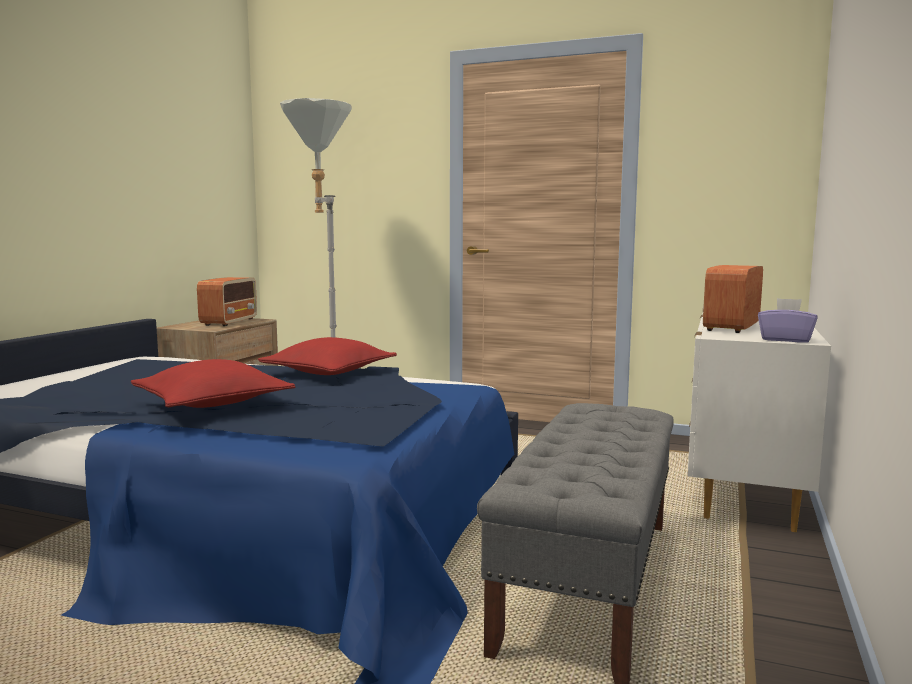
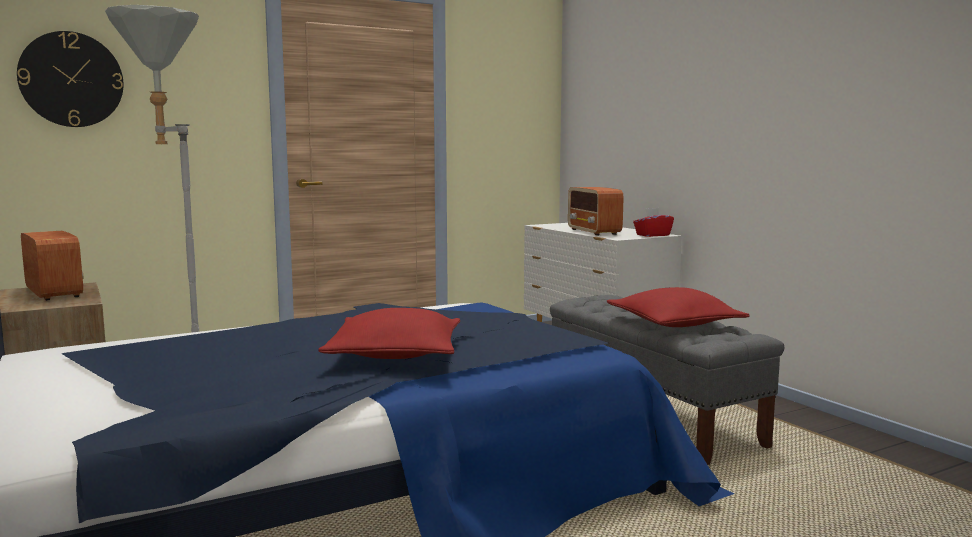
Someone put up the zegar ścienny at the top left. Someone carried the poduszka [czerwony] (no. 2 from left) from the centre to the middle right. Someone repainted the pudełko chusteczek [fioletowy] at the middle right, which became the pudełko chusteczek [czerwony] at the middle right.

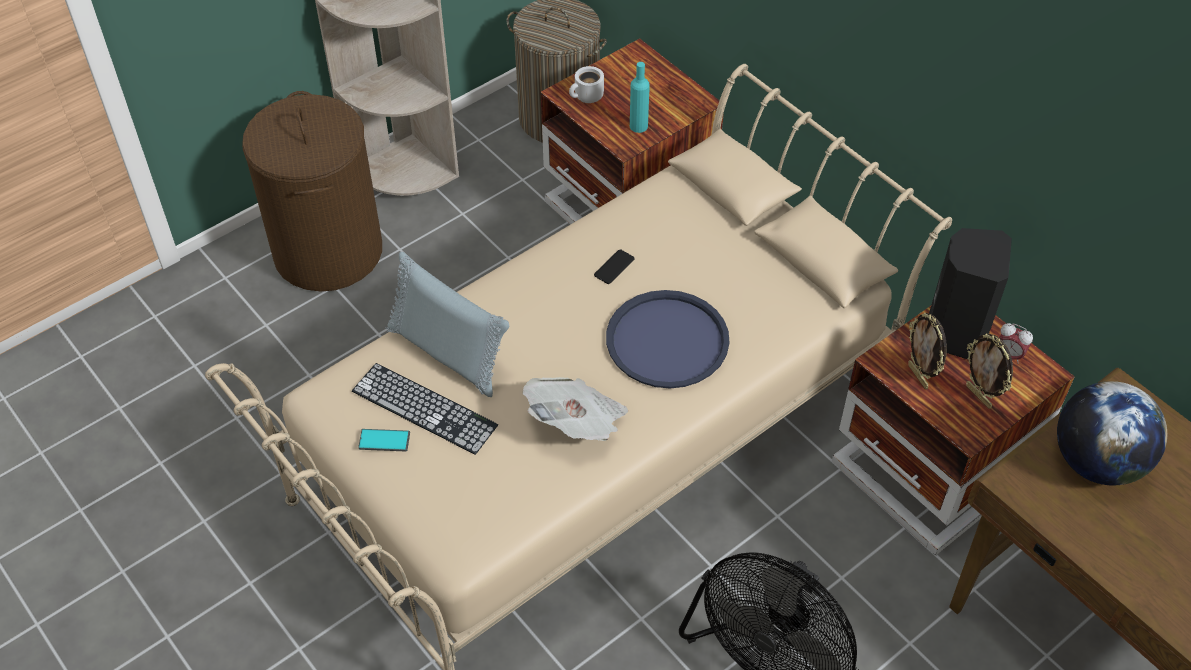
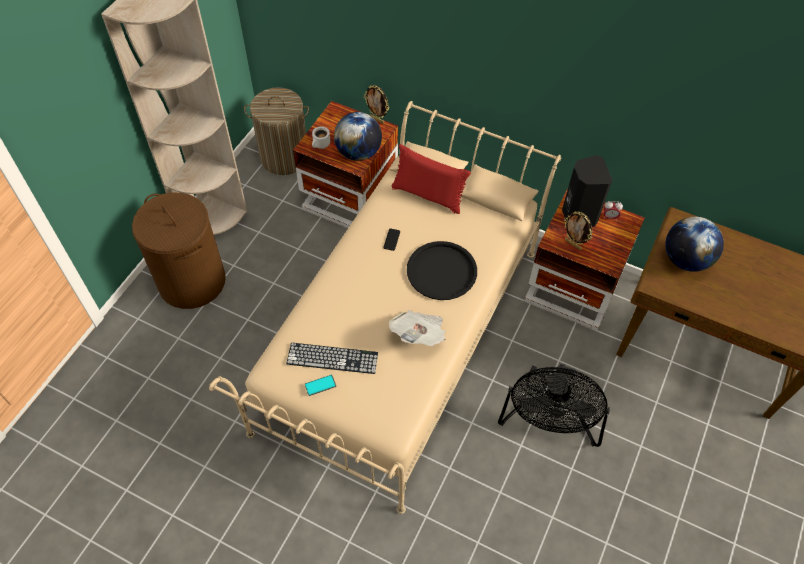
Someone took away the poduszka [niebieski] at the centre. Someone put down the poduszka [czerwony] at the top centre. Someone carried the ramka na zdjęcie (no. 2 from left in the first image) from the middle right to the top centre. Someone swapped the butelka [turkusowy] at the top centre for the globus (no. 1 from left) at the top centre. Someone repainted the taca [niebieski] at the centre, which became the taca [czarny] at the centre.

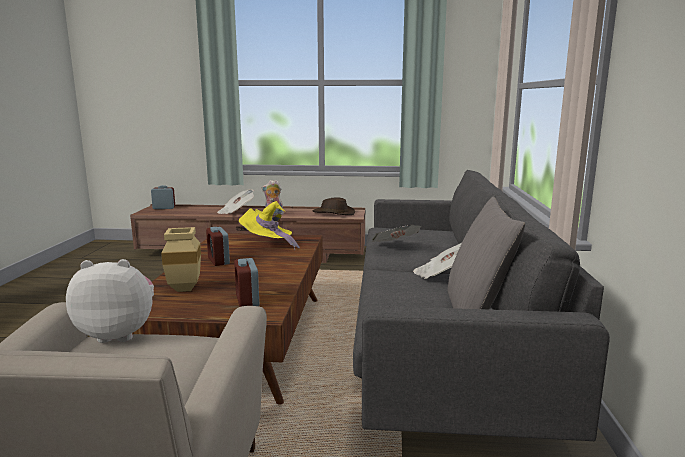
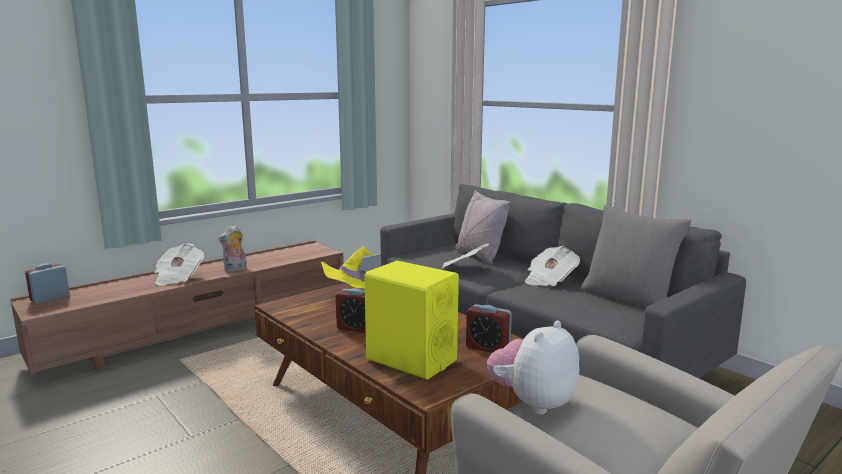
Someone took away the kapelusz [brązowy] at the centre. Someone put down the poduszka [fioletowy] at the centre. Someone swapped the wazon [beżowy] at the middle left for the głośnik [żółty] at the bottom centre.

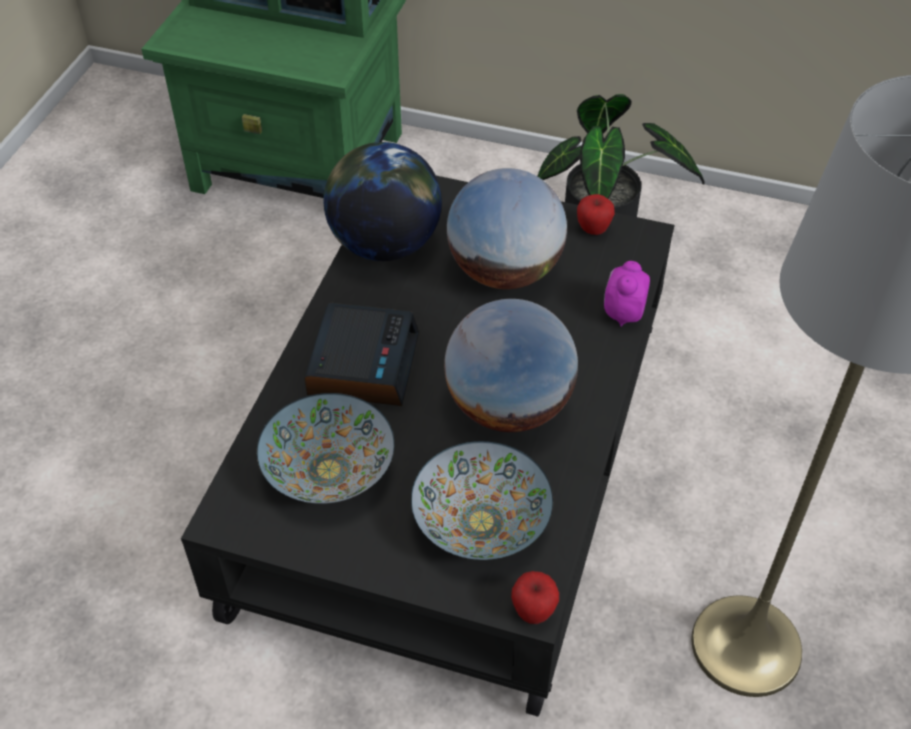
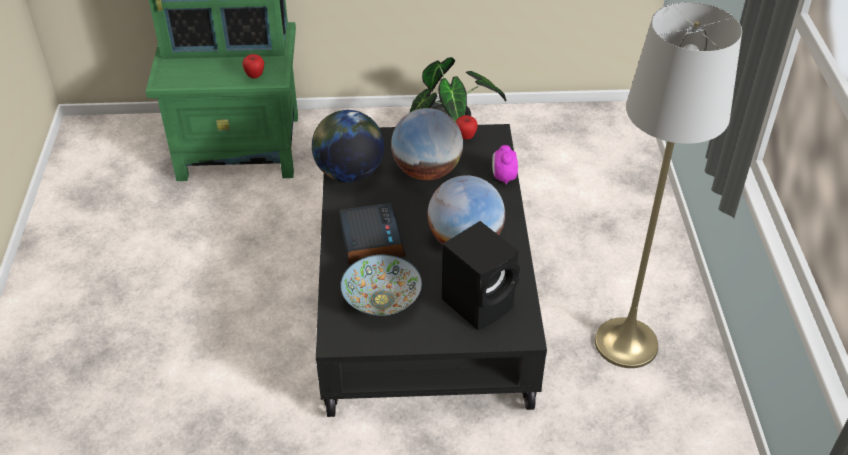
Someone carried the jabłko (no. 1 from left) from the bottom centre to the top left. Someone swapped the miska (no. 2 from left) at the bottom centre for the głośnik [czarny] at the centre.

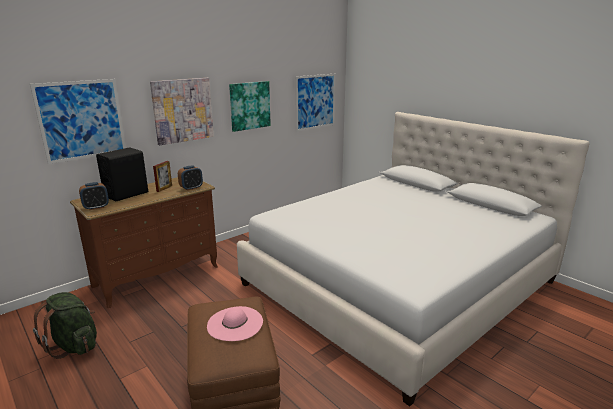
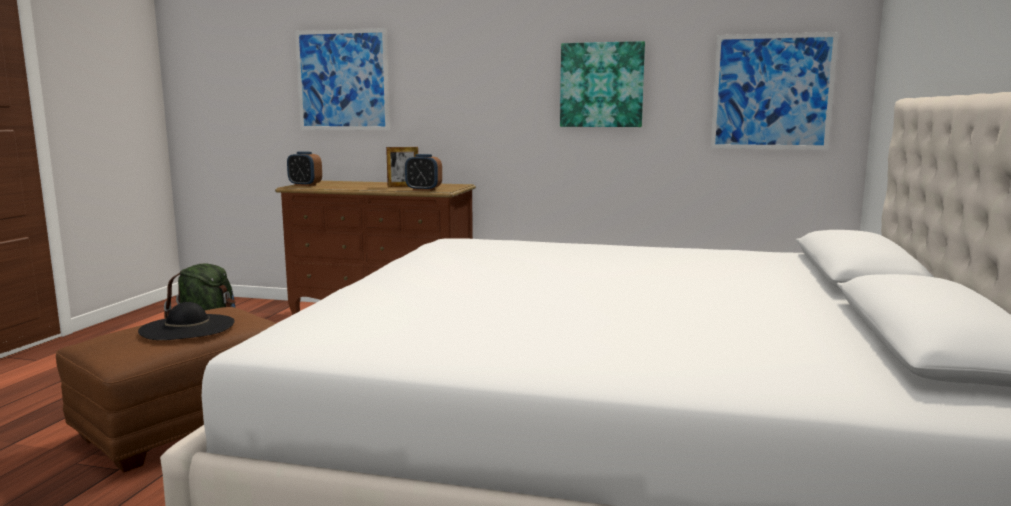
Someone took away the głośnik [czarny] at the middle left. Someone took away the obraz (no. 2 from left) at the top left. Someone repainted the kapelusz [różowy] at the bottom centre, which became the kapelusz [czarny] at the middle left.

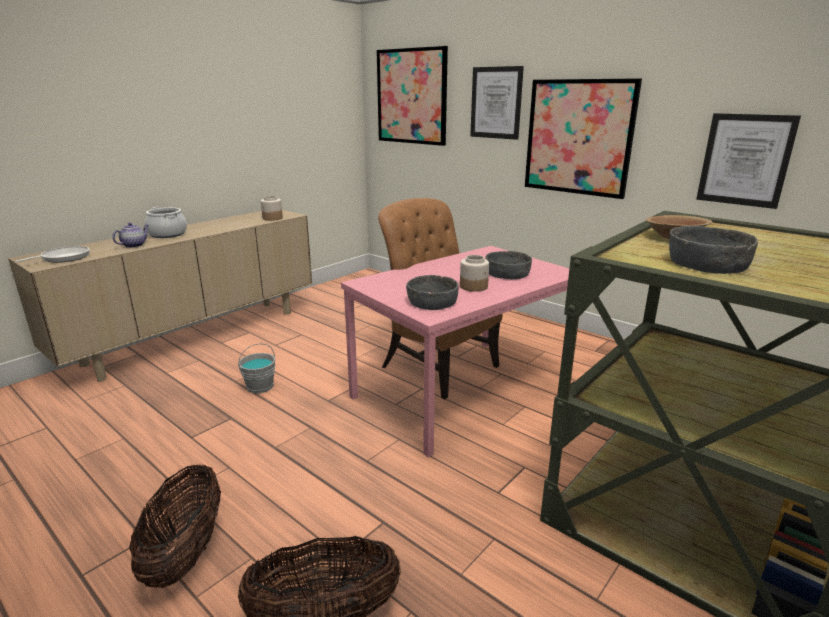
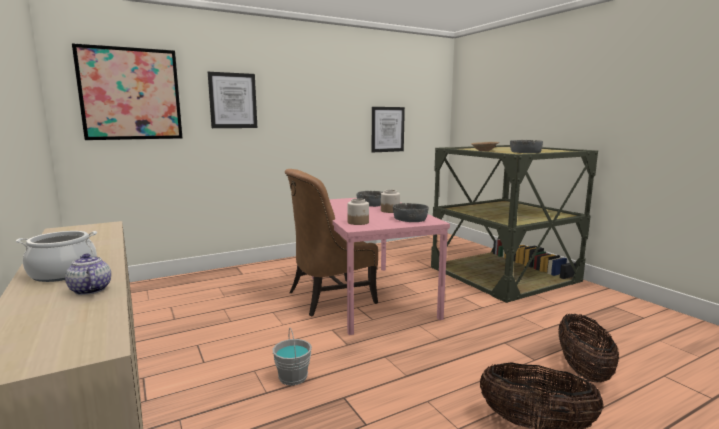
Someone took away the patelnia at the middle left. Someone took away the obraz (no. 3 from left) at the top right. Someone carried the słoik (no. 1 from left) from the middle left to the centre.

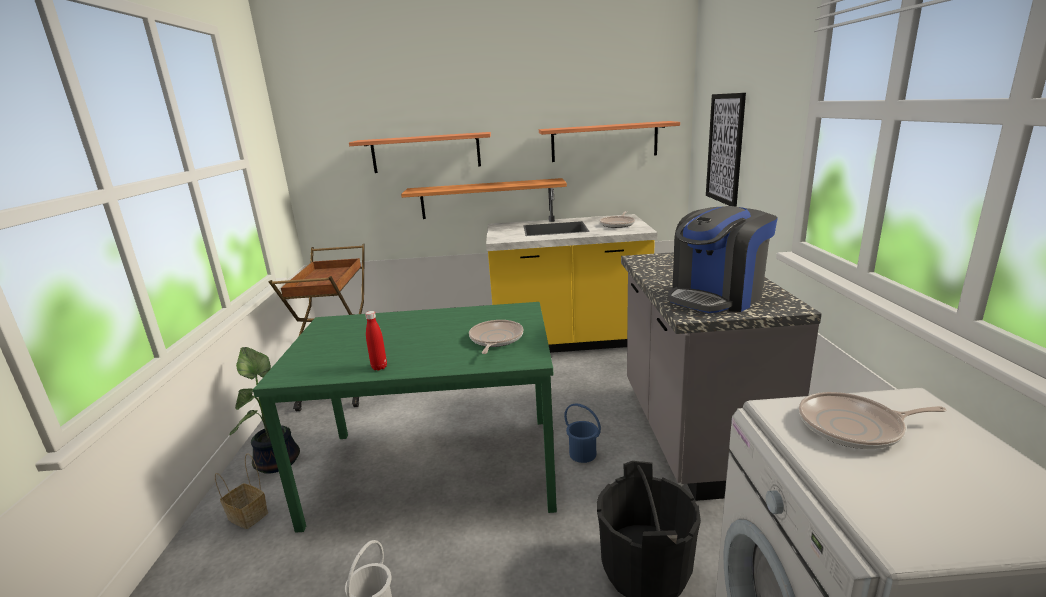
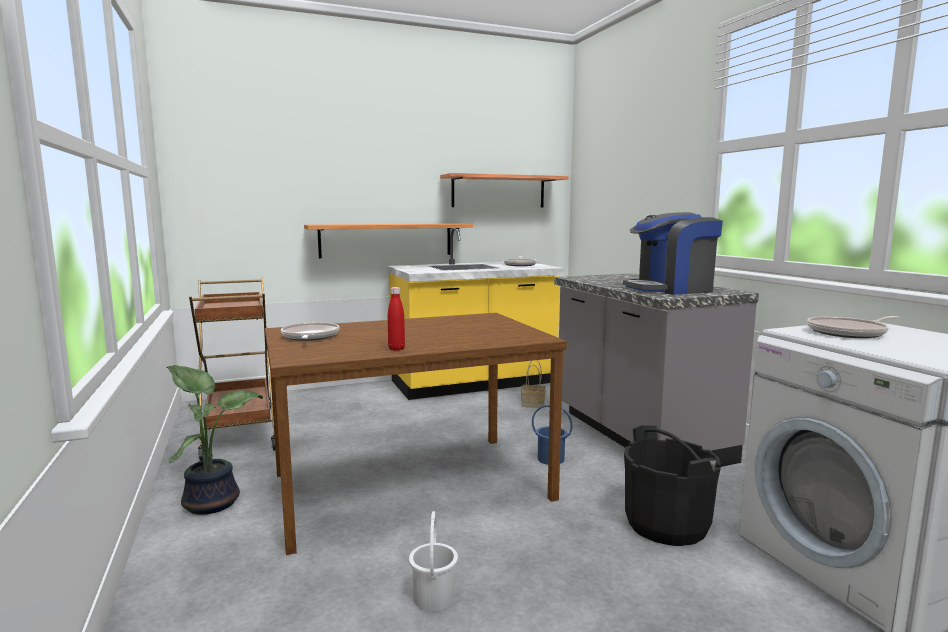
Someone took away the półka (no. 1 from left) at the top centre. Someone took away the obraz at the top right. Someone carried the koszyk from the bottom left to the centre. Someone carried the patelnia (no. 1 from left) from the centre to the middle left. Someone repainted the stół jadalny [zielony] at the bottom centre, which became the stół jadalny [brązowy] at the bottom centre. Someone rotated the ekspres do kawy at the middle right by 45 degrees clockwise.

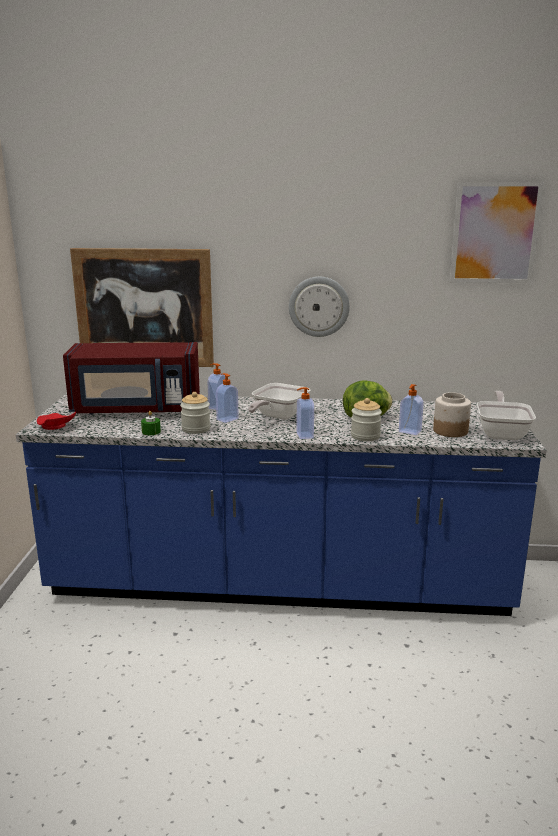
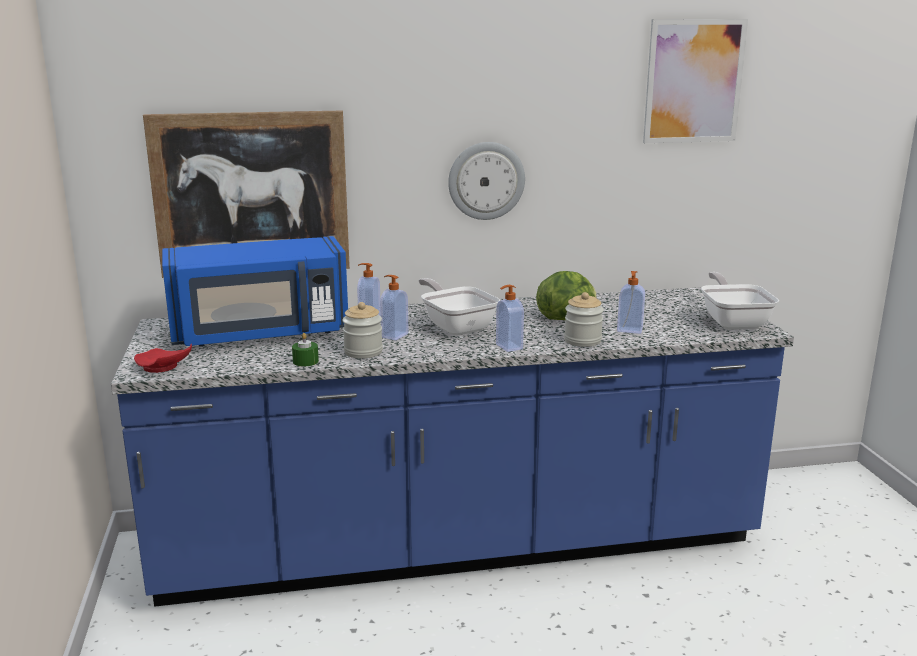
Someone took away the słoik (no. 3 from left) at the middle right. Someone repainted the mikrofalówka [czerwony] at the middle left, which became the mikrofalówka [niebieski] at the middle left. Someone rotated the patelnia (no. 1 from left) at the centre by 135 degrees clockwise.

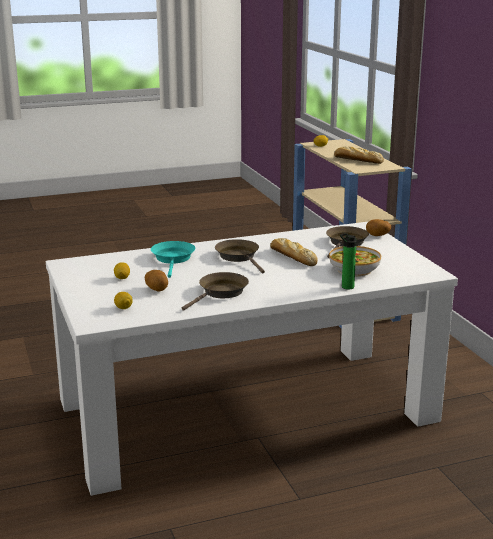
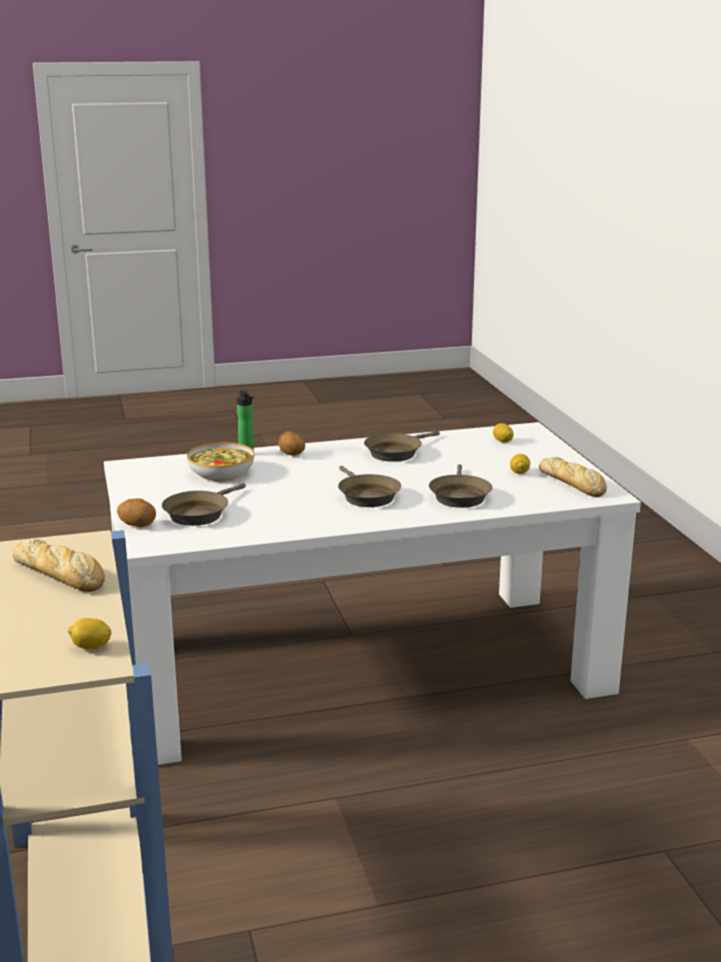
Someone carried the ziemniak (no. 1 from left in the first image) from the middle left to the centre. Someone carried the chleb (no. 1 from left in the first image) from the centre to the middle right. Someone repainted the patelnia [turkusowy] at the centre, which became the patelnia [brązowy] (no. 4 from left) at the centre.

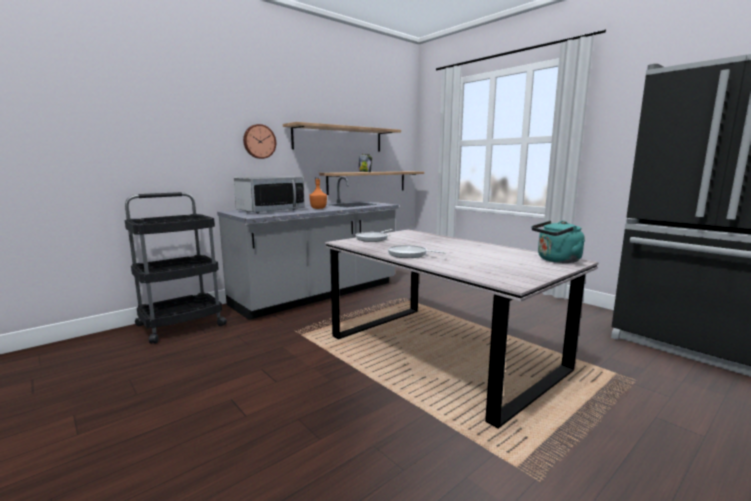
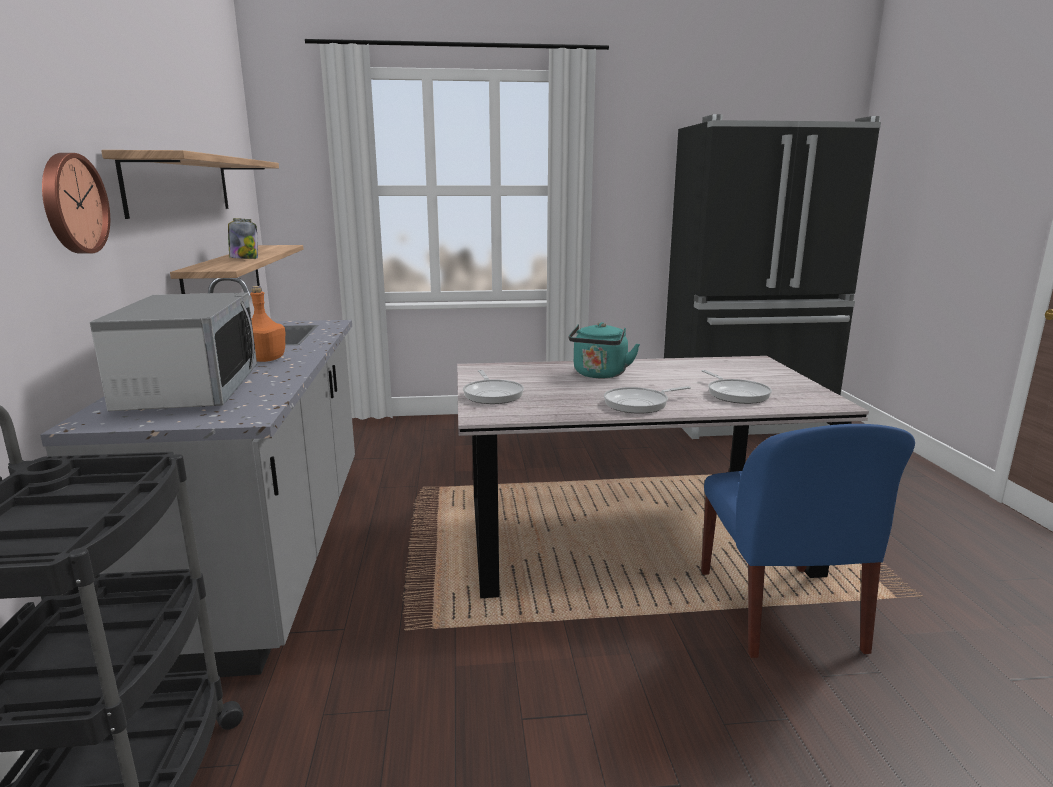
Someone put down the patelnia (no. 3 from left) at the middle right. Someone put down the krzesło [niebieski] at the bottom right. Someone carried the czajnik [turkusowy] from the middle right to the centre.

